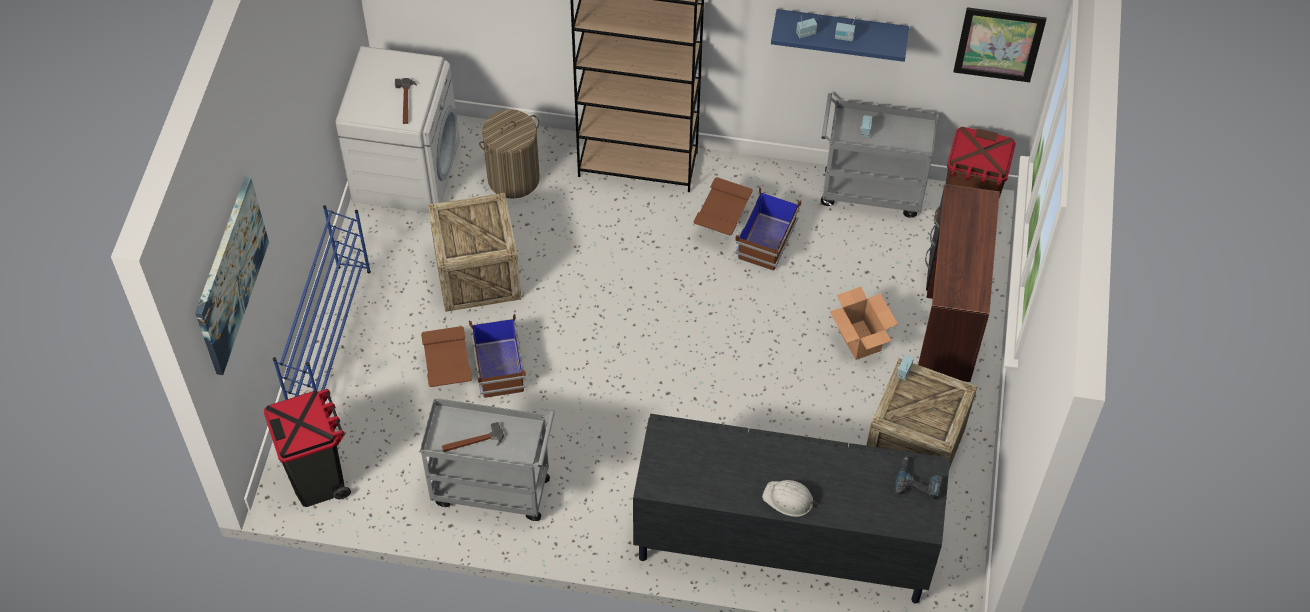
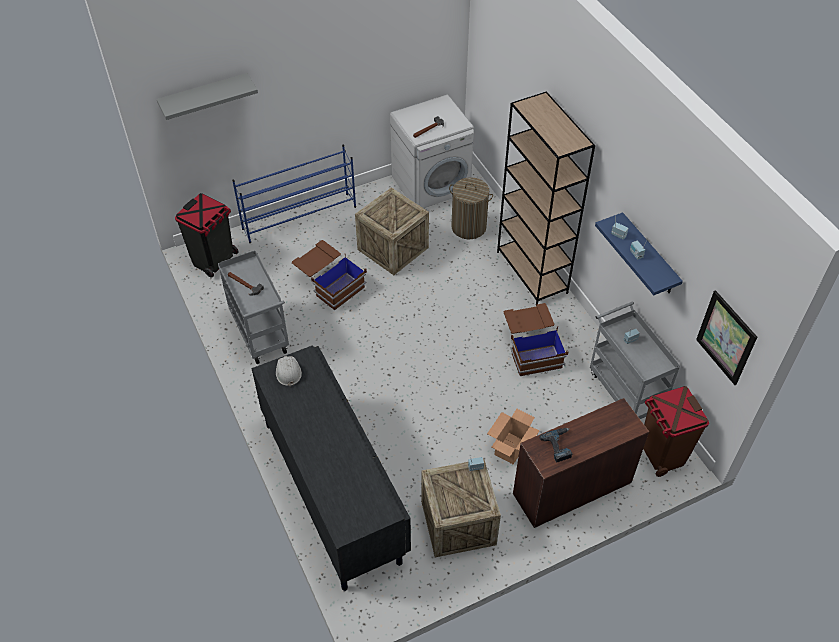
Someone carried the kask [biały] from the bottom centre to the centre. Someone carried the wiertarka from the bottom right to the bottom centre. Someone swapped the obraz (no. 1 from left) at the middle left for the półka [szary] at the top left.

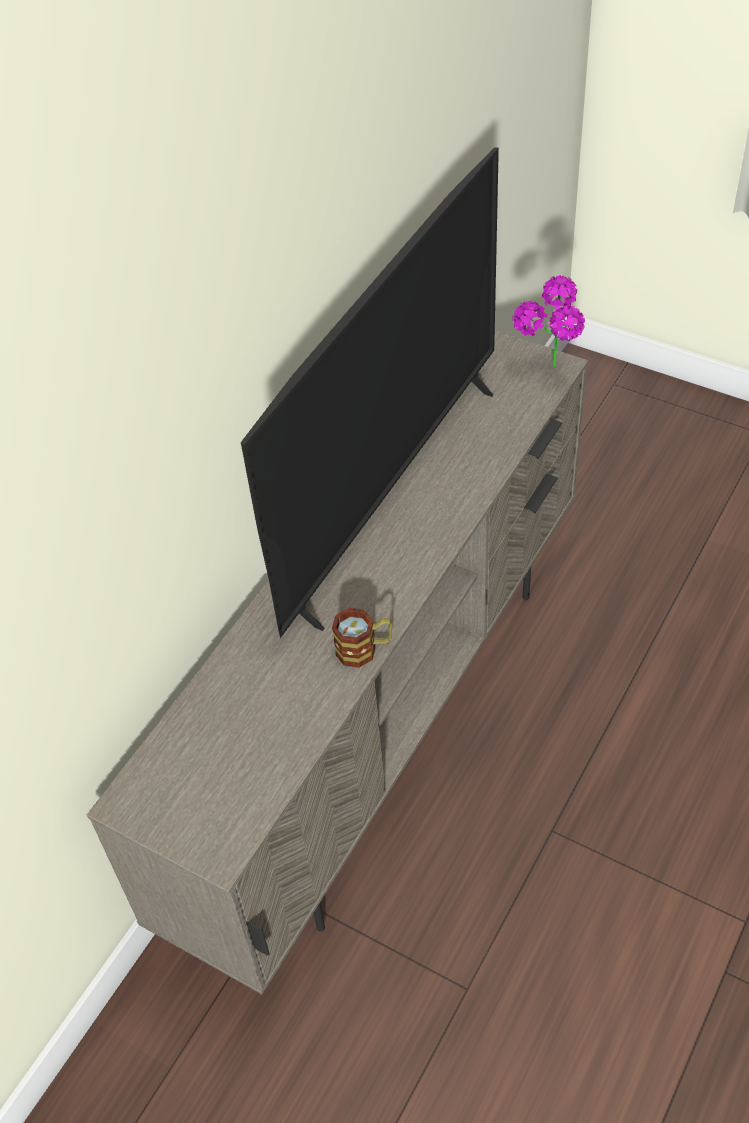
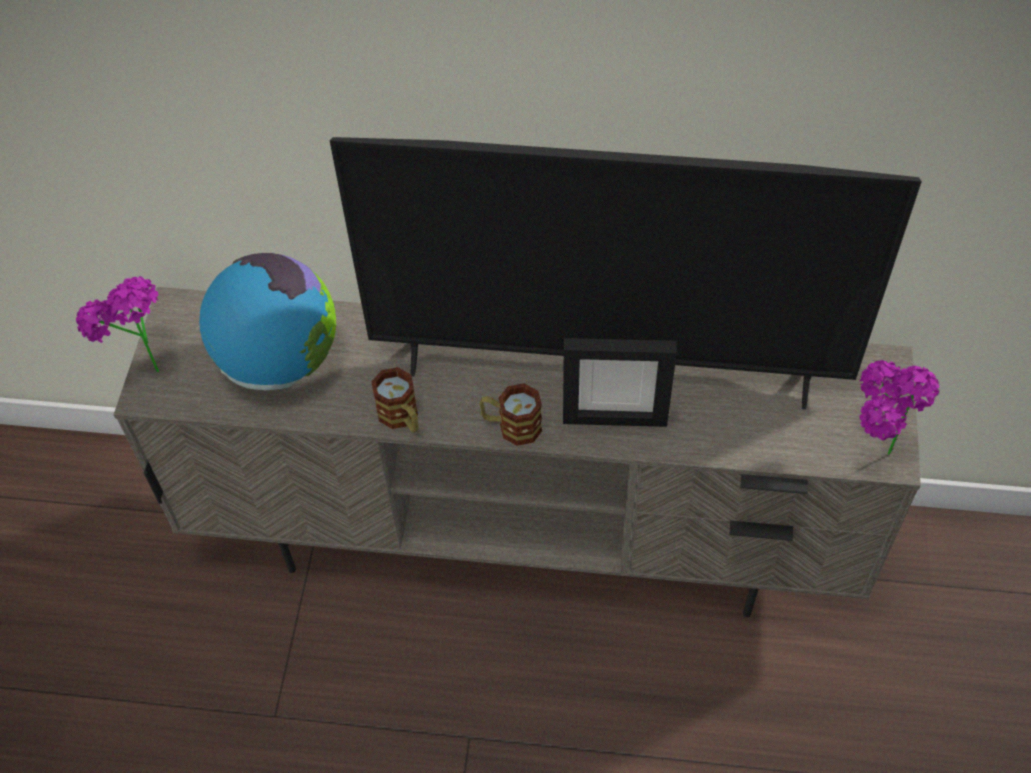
Someone put down the roślina doniczkowa (no. 1 from left) at the middle left. Someone put down the globus at the middle left. Someone put down the kubek (no. 2 from left) at the centre. Someone put down the ramka na zdjęcie at the centre.

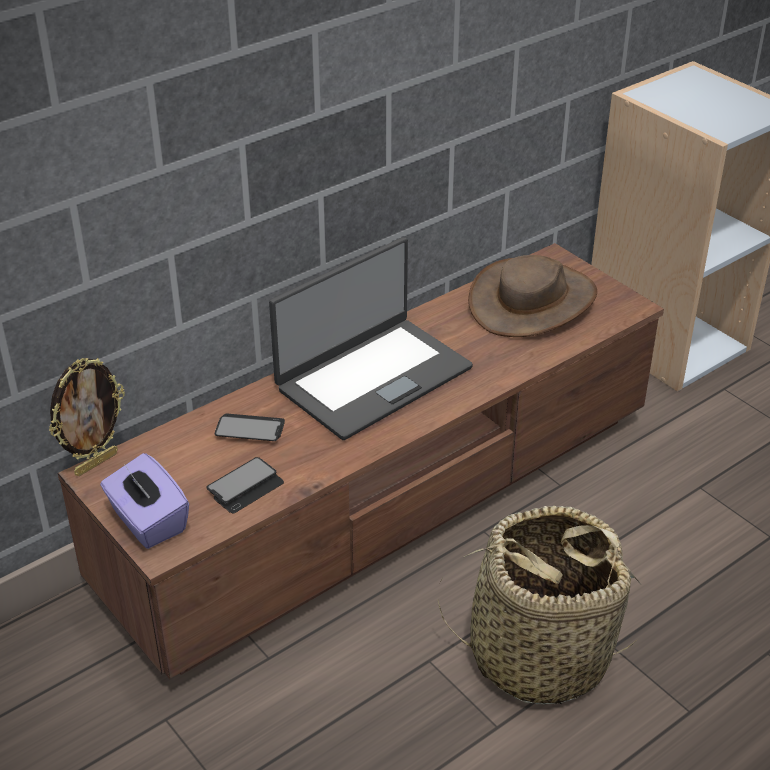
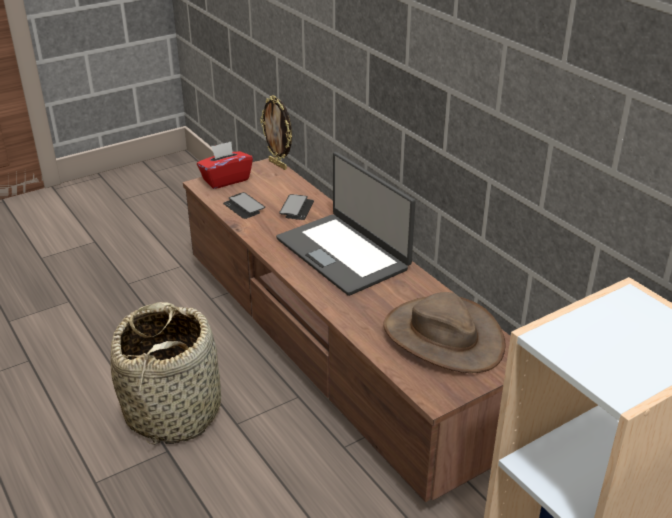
Someone repainted the pudełko chusteczek [fioletowy] at the middle left, which became the pudełko chusteczek [czerwony] at the top centre.

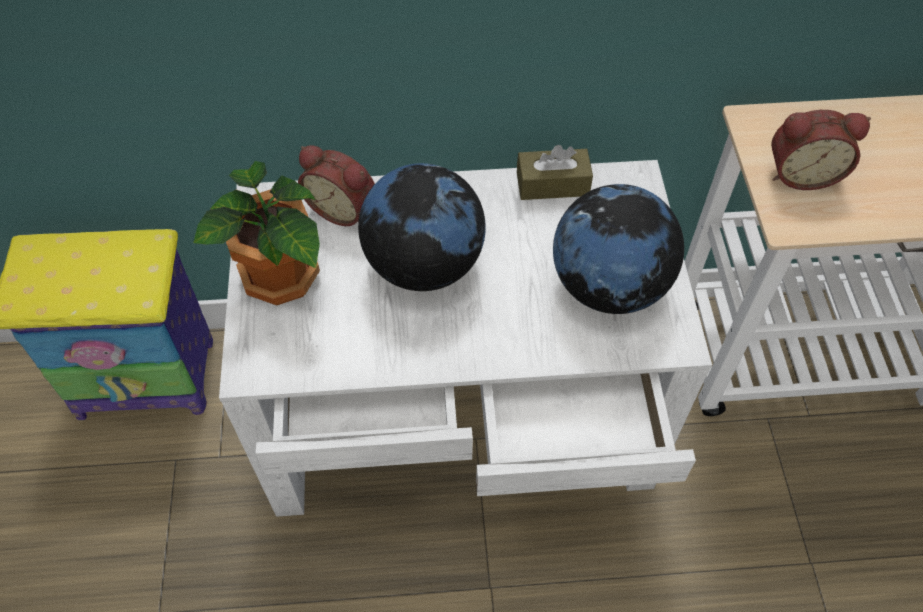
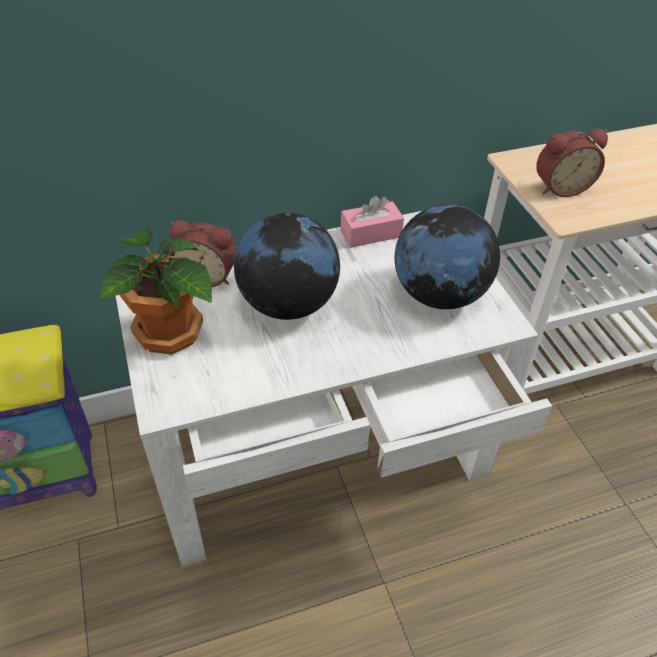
Someone repainted the pudełko chusteczek [brązowy] at the top centre, which became the pudełko chusteczek [różowy] at the centre.

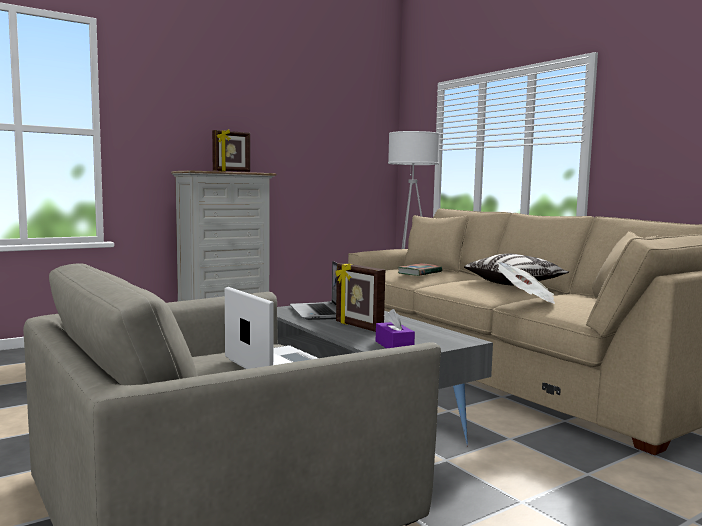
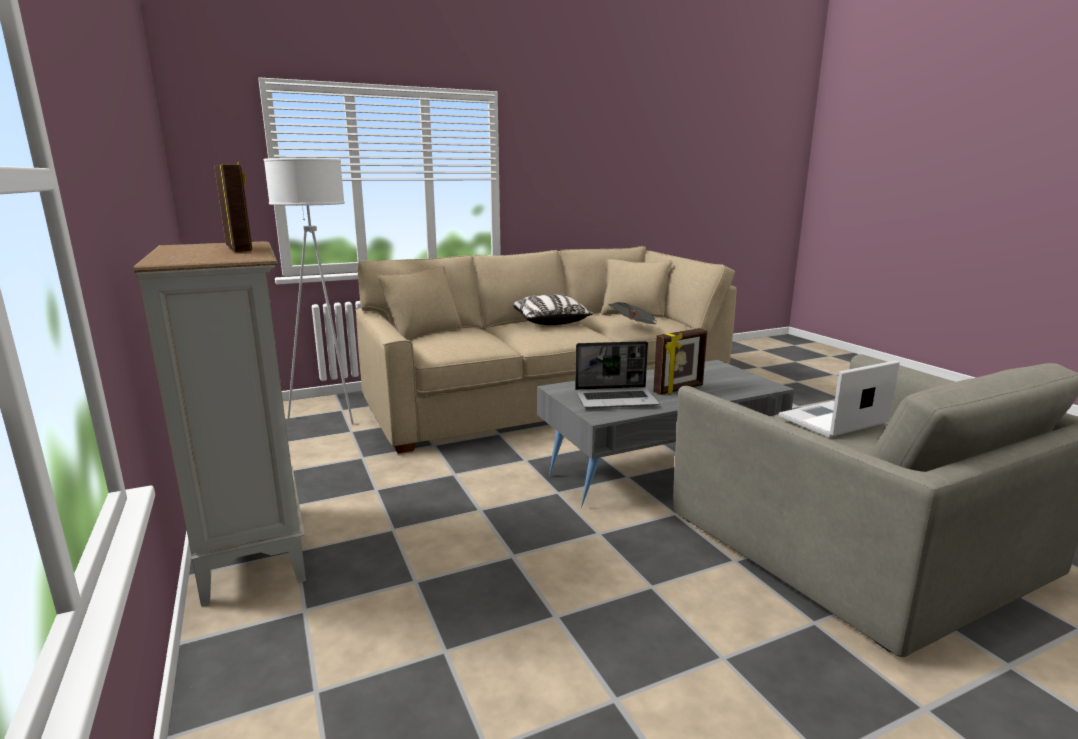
Someone took away the pudełko chusteczek [fioletowy] at the centre. Someone took away the książka at the centre.

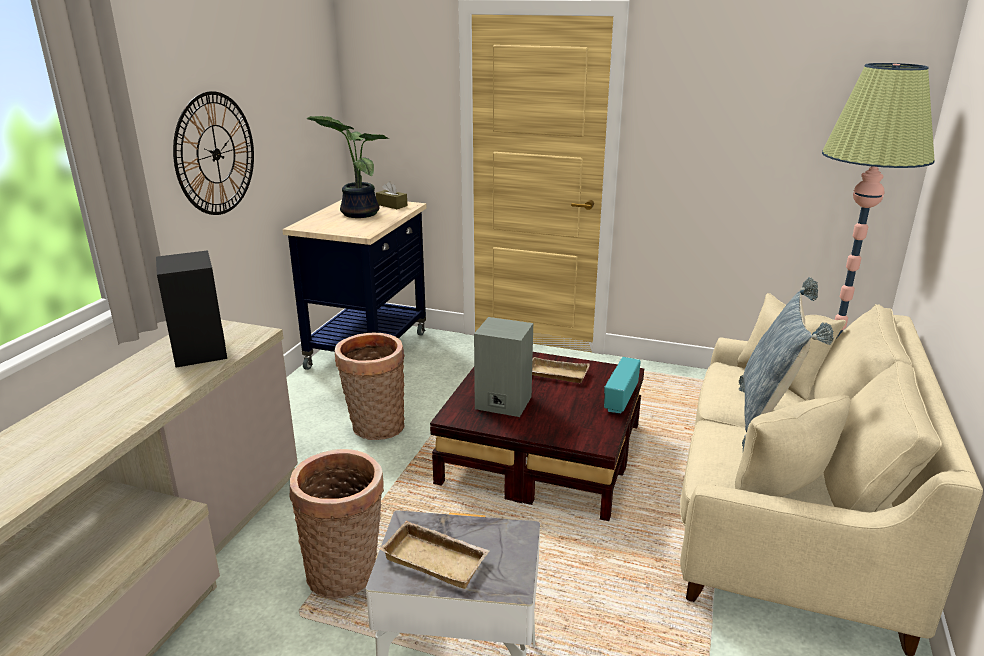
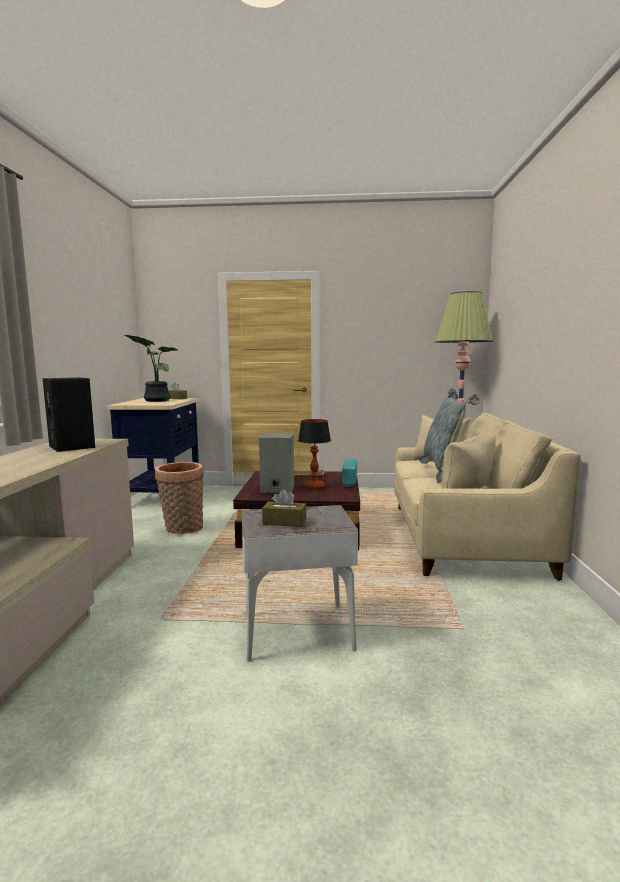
Someone took away the zegar ścienny at the top left. Someone took away the koszyk (no. 1 from left) at the bottom centre. Someone put down the lampa stołowa at the centre. Someone swapped the taca [beżowy] (no. 1 from left) at the bottom centre for the pudełko chusteczek [brązowy] (no. 2 from left) at the centre.

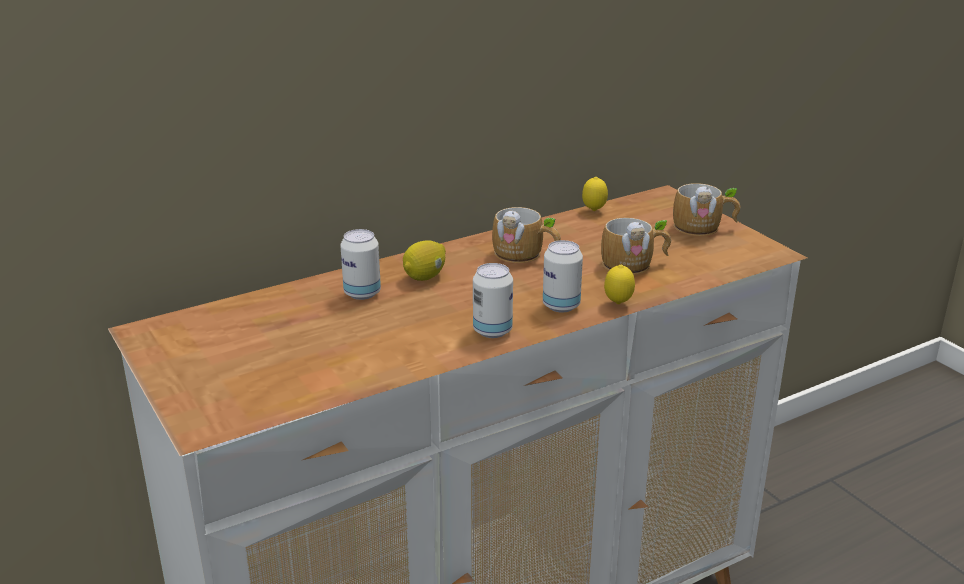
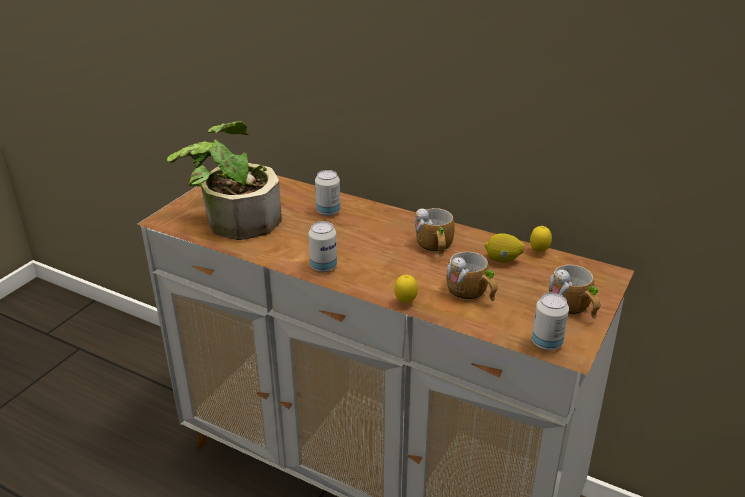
Someone put down the roślina doniczkowa at the middle left. Someone carried the cytryna (no. 1 from left in the first image) from the centre to the middle right. Someone carried the puszka (no. 3 from left) from the centre to the middle right.

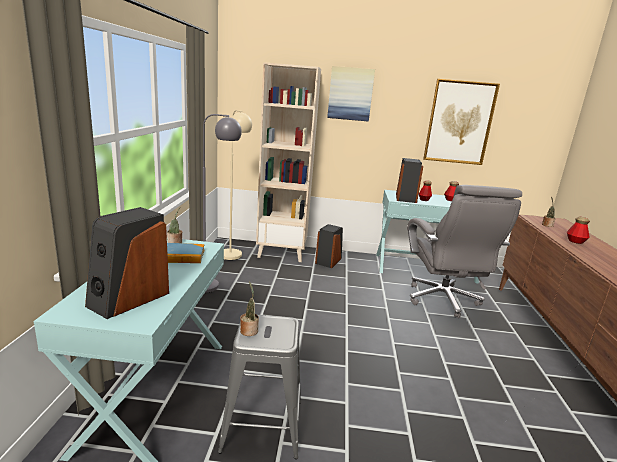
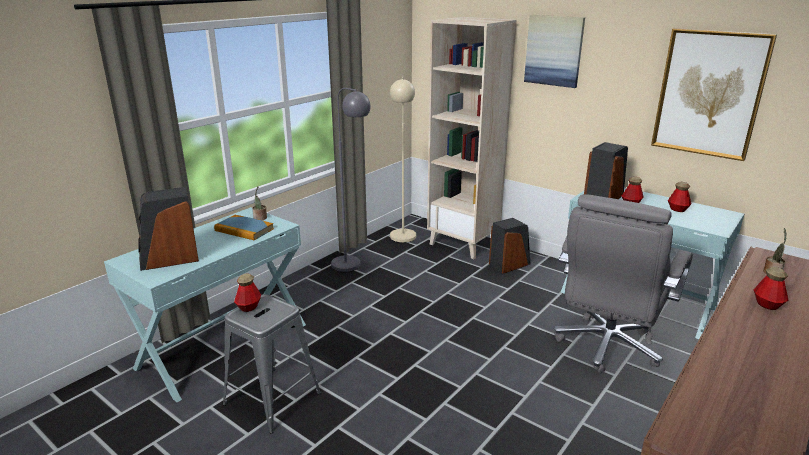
Someone swapped the roślina doniczkowa (no. 2 from left) at the bottom centre for the butelka (no. 1 from left) at the middle left.

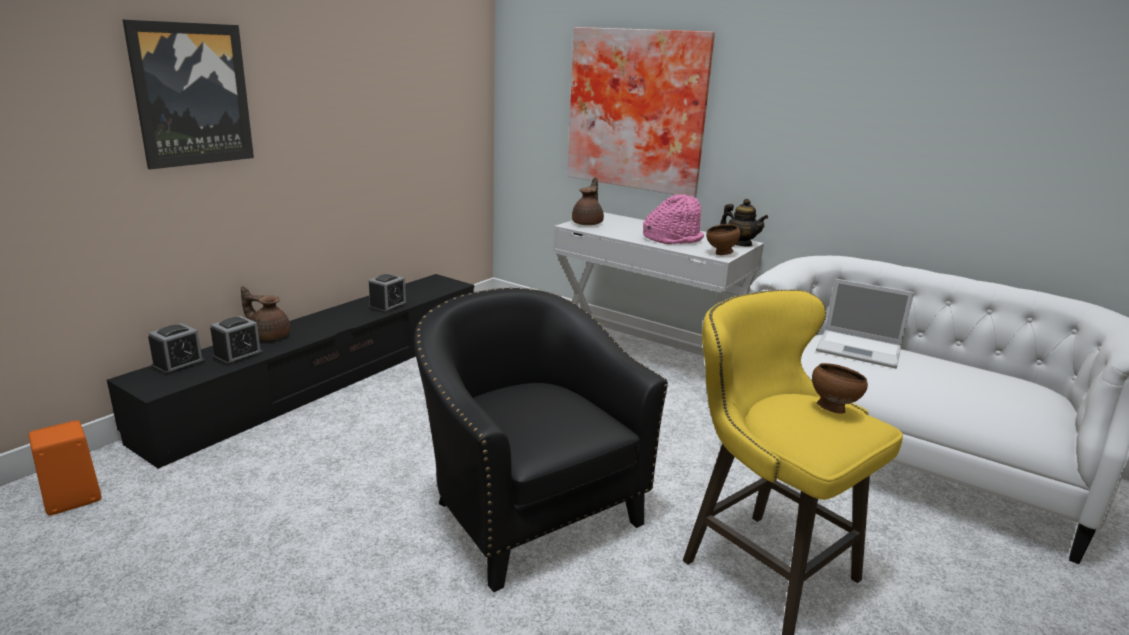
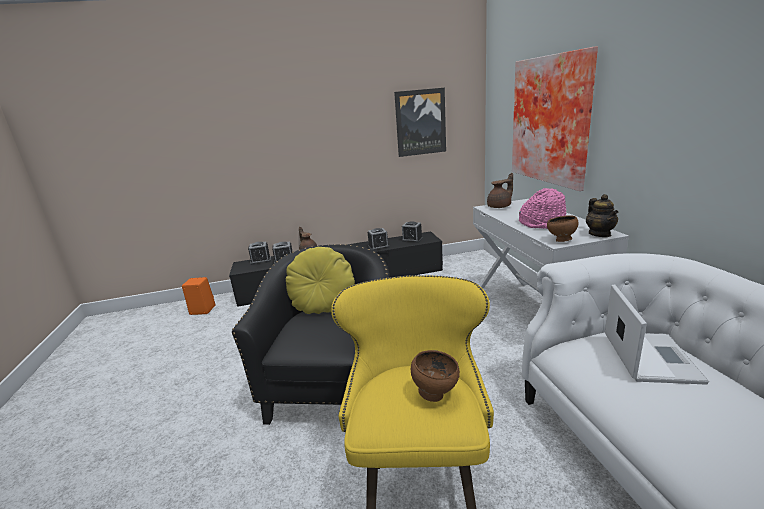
Someone put down the poduszka [żółty] at the centre. Someone put down the budzik (no. 4 from left) at the centre. Someone carried the obraz (no. 1 from left) from the top left to the top centre. Someone rotated the laptop at the middle right by 150 degrees counterclockwise.

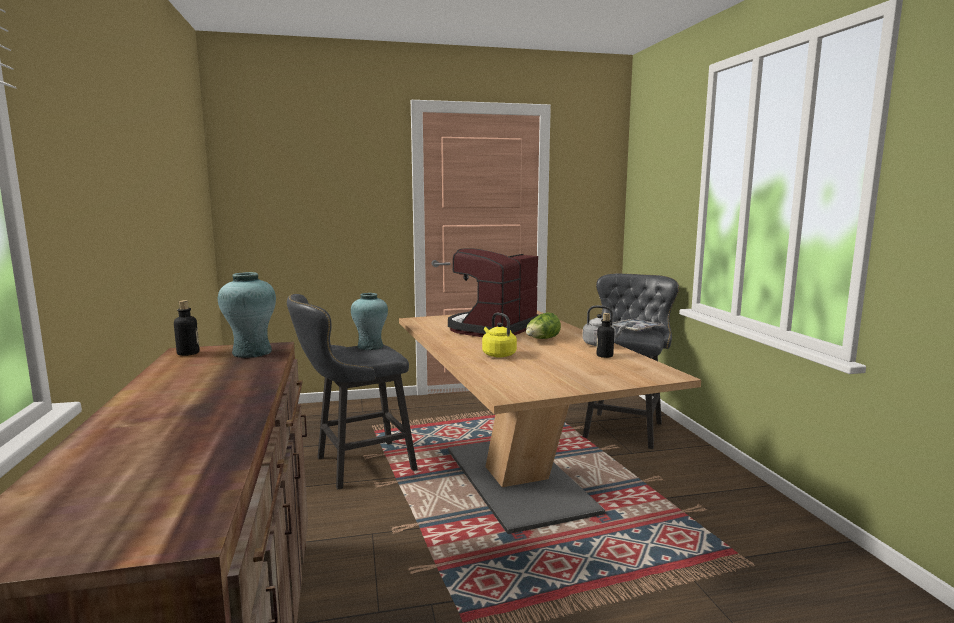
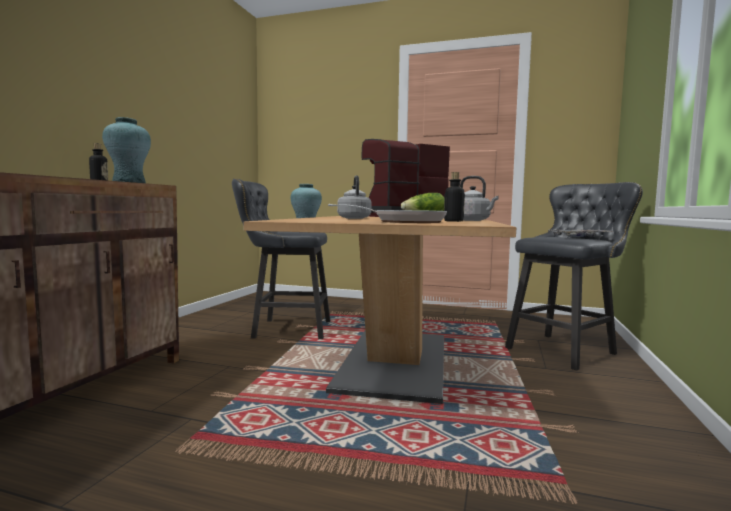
Someone put down the patelnia at the centre. Someone repainted the czajnik [żółty] at the centre, which became the czajnik [szary] (no. 1 from left) at the centre.

